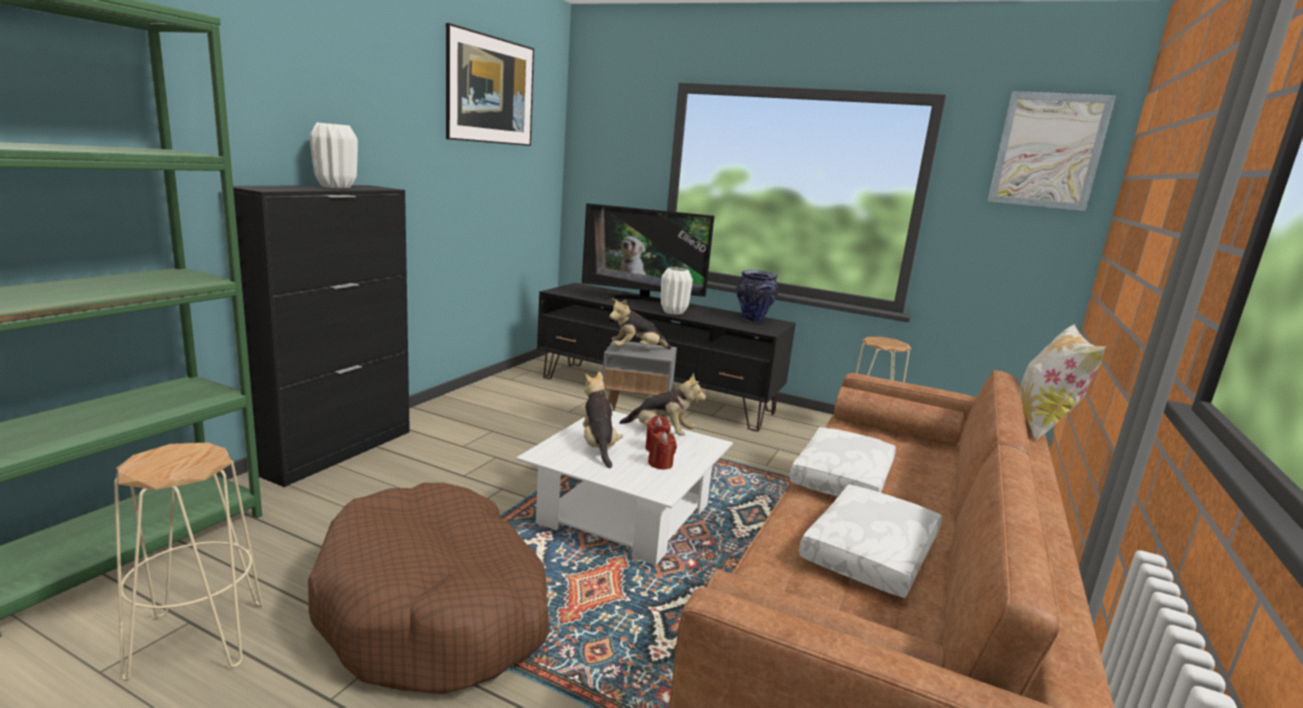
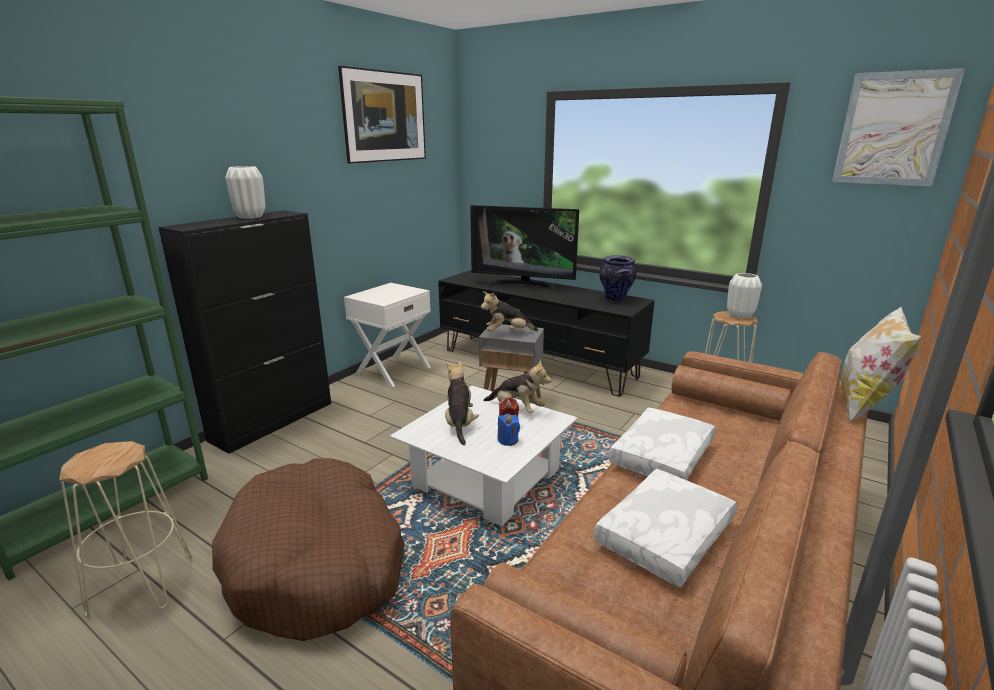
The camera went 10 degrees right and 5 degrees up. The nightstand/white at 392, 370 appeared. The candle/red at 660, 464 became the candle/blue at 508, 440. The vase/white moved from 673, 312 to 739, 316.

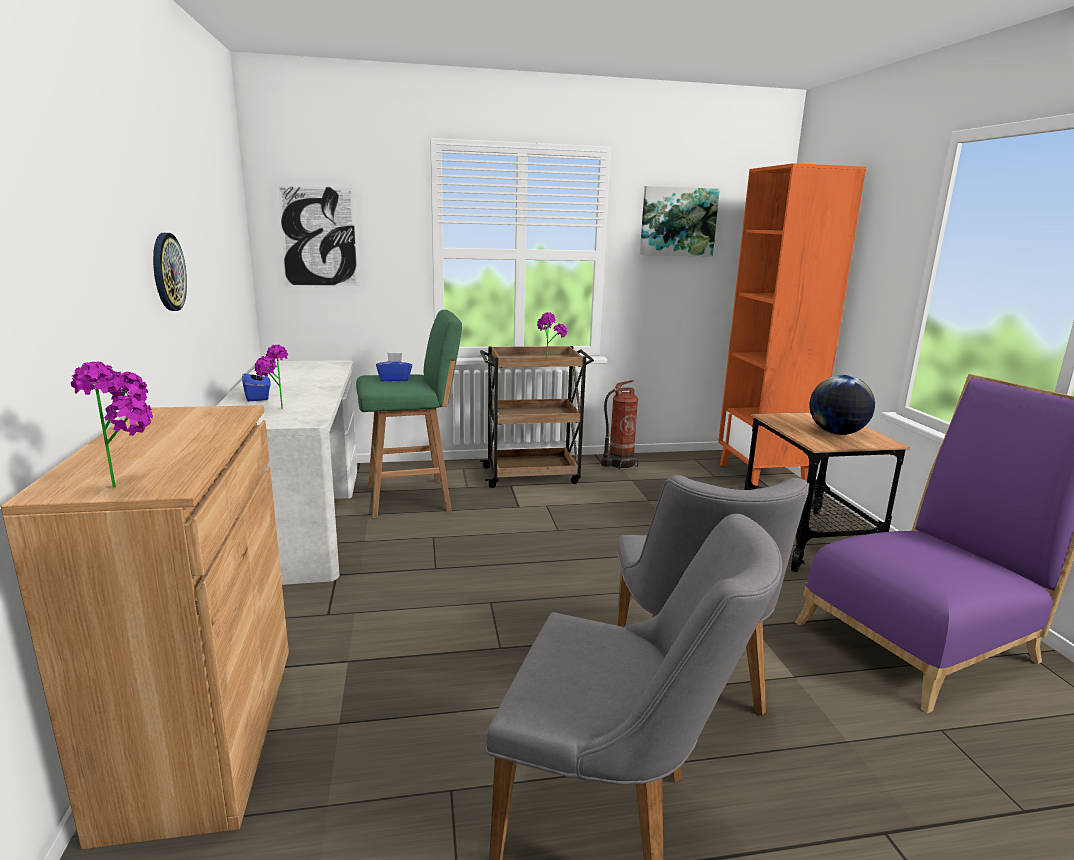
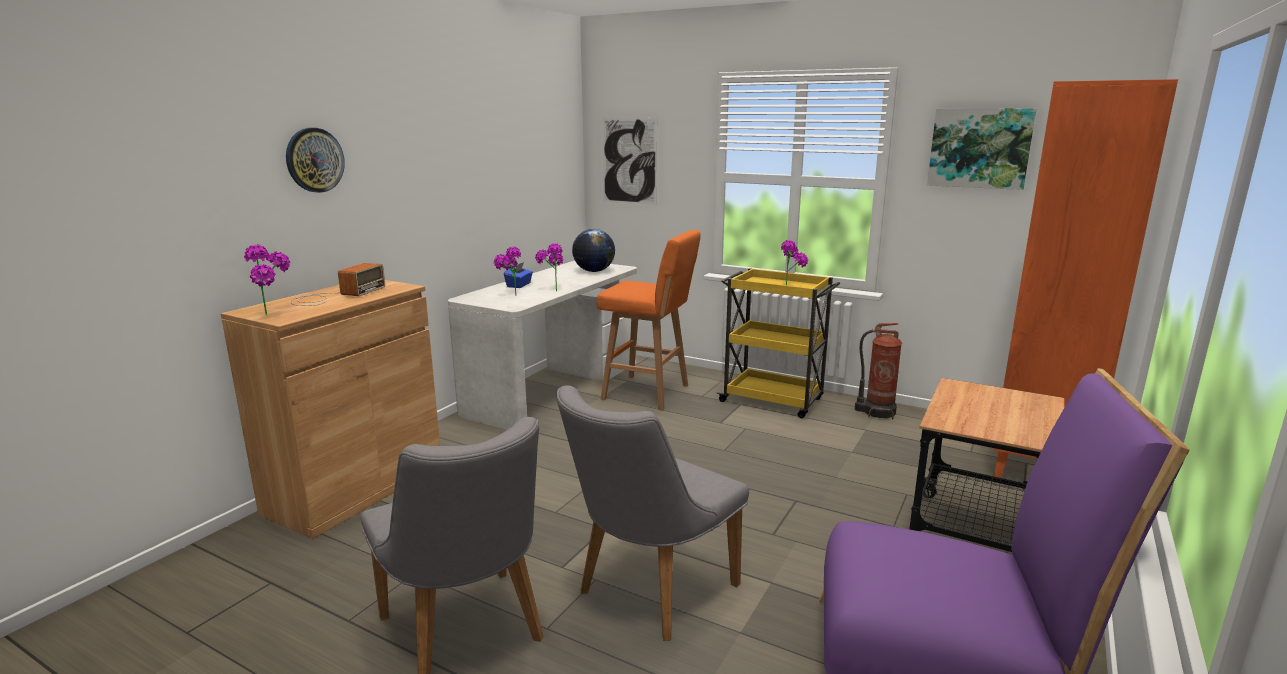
The camera went 40 degrees right and 0 degrees up. The wall clock moved from 167, 272 to 314, 160. The radio at 335, 296 appeared. The potted plant at 551, 290 appeared. The globe moved from 836, 433 to 594, 271. The stool/green at 412, 497 became the stool/orange at 648, 393. The cart/brown at 532, 475 became the cart/yellow at 773, 401. The tissue box/blue at 395, 379 disappeared.

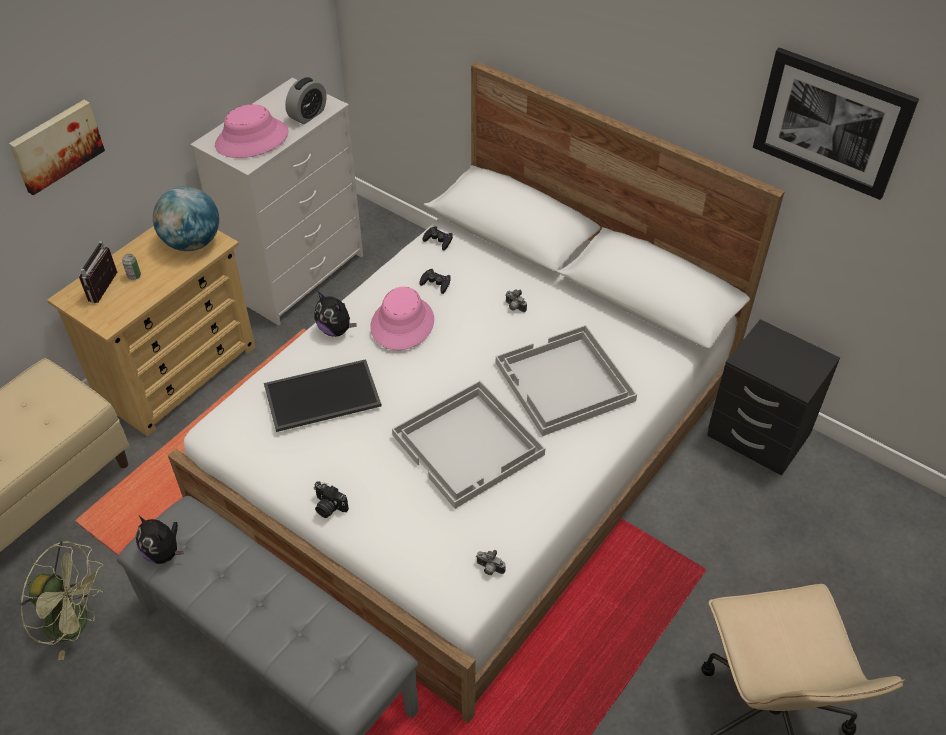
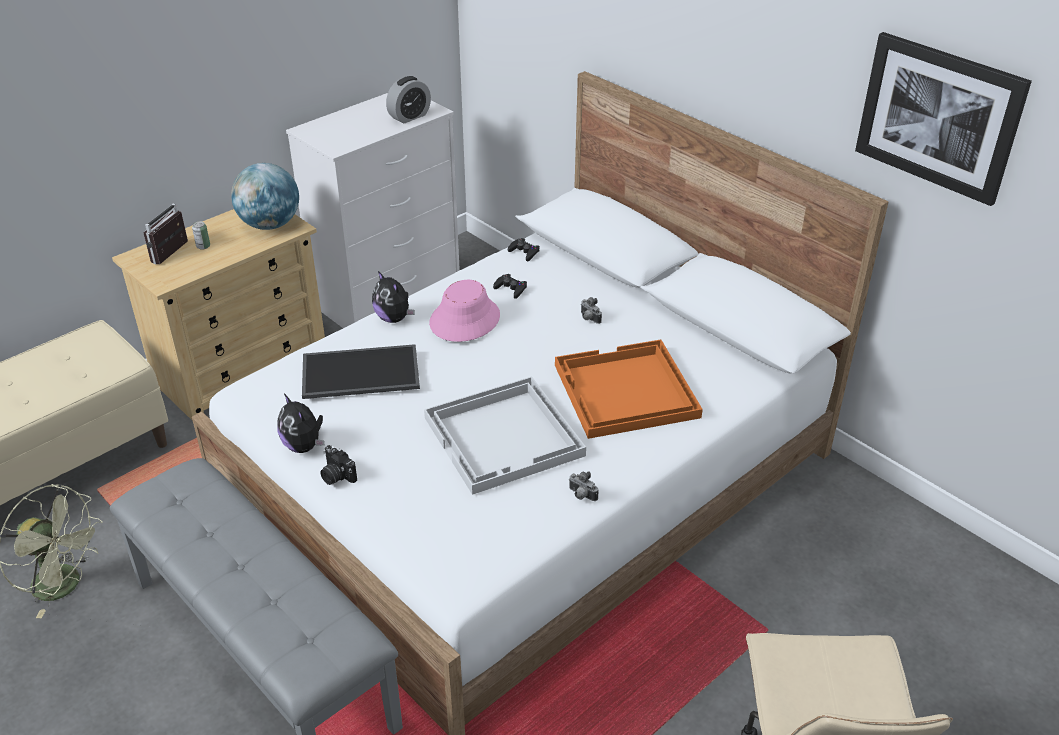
The camera went 10 degrees right and 10 degrees down. The plush toy moved from 164, 552 to 304, 446. The tray/white at 564, 382 became the tray/orange at 625, 392. The photo camera moved from 489, 569 to 581, 495. The picture at 56, 145 disappeared. The hat/pink at 252, 139 disappeared. The nightstand/black at 758, 435 disappeared.

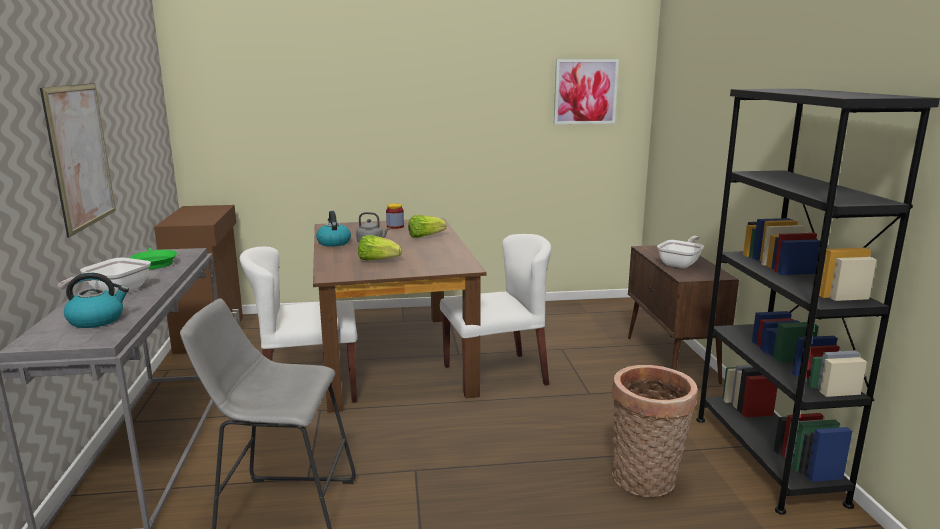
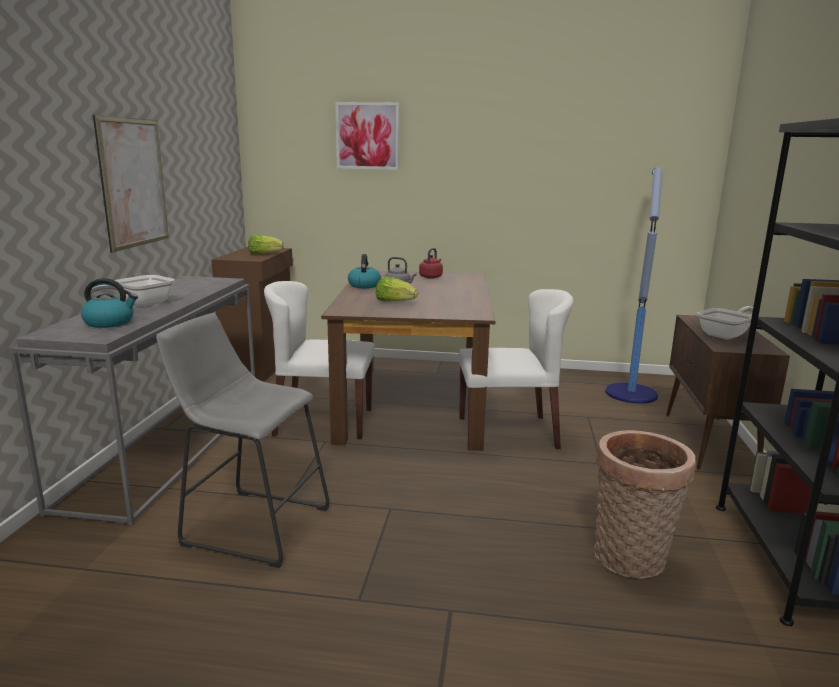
The camera went 15 degrees right and 0 degrees up. The lettuce moved from 425, 236 to 264, 254. The picture moved from 585, 91 to 367, 136. The jar at 395, 226 was replaced by the kettle/red at 431, 277. The floor lamp at 630, 392 appeared. The frying pan/green at 154, 263 disappeared.

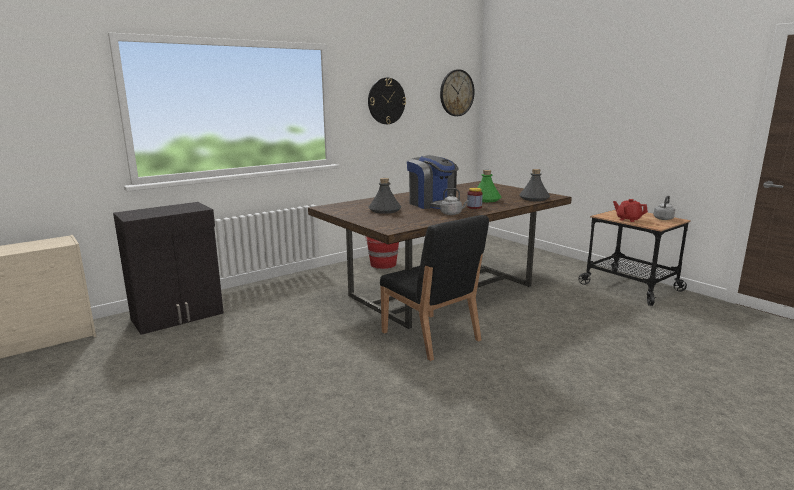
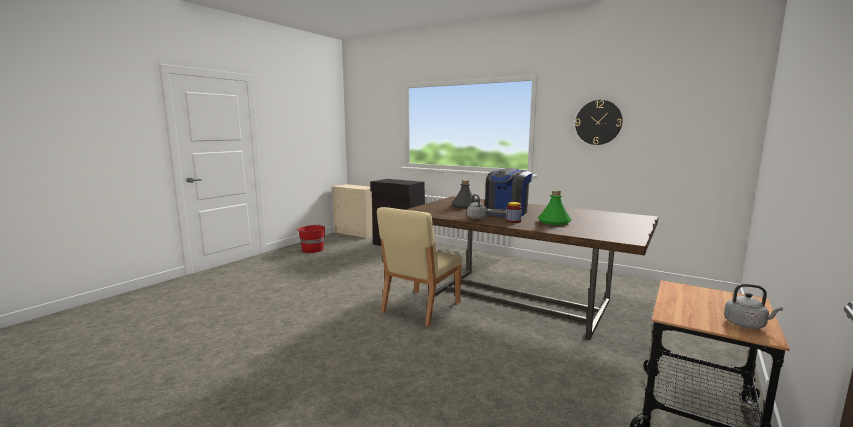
The camera went 70 degrees right and 5 degrees down. The bucket/red moved from 383, 264 to 312, 250. The chair/black at 431, 337 became the chair/beige at 420, 307. The wall clock at 456, 93 disappeared. The bottle/grey at 534, 198 disappeared. The teapot/red at 628, 219 disappeared.

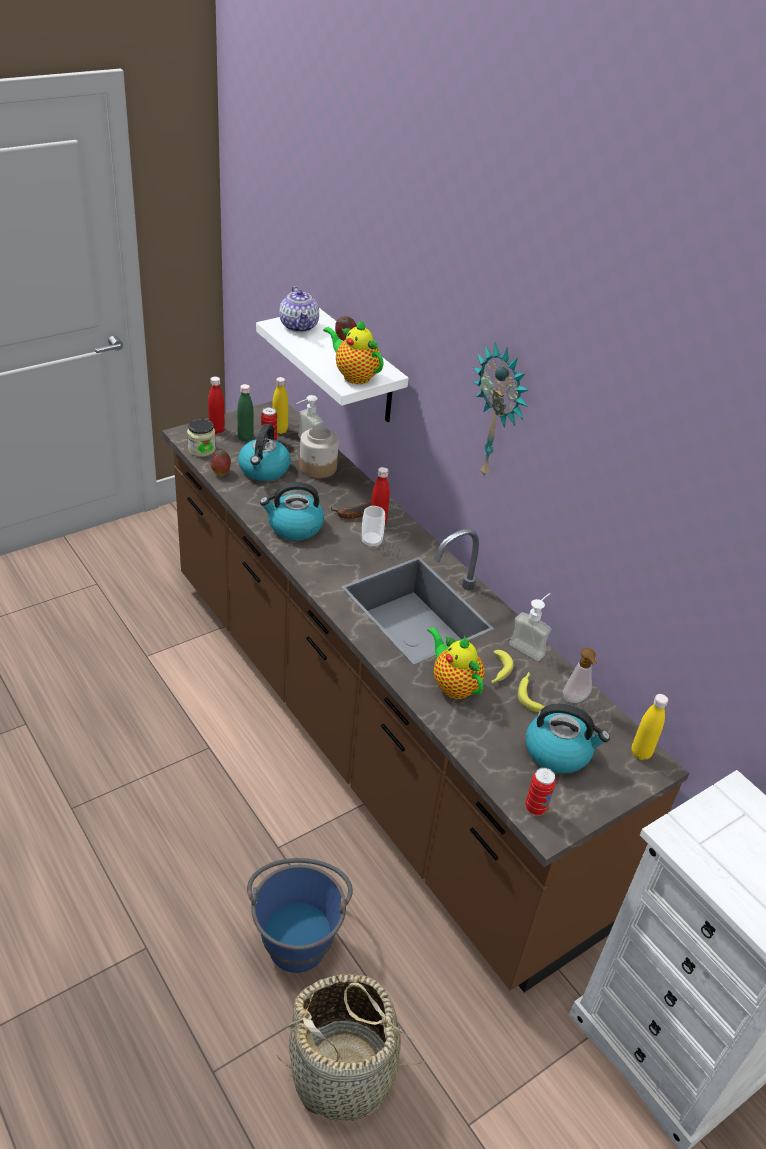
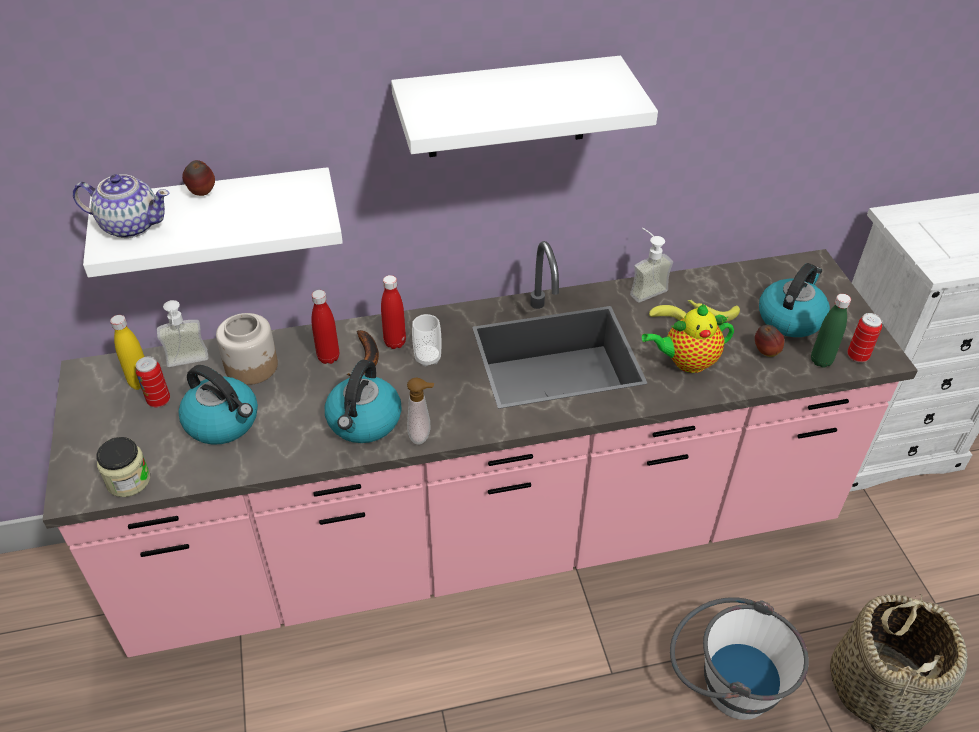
The camera went 65 degrees left and 5 degrees up. The counter/brown at 365, 736 became the counter/pink at 487, 541. The bottle/red moved from 216, 430 to 328, 357. The wall clock at 499, 414 was replaced by the shelf/white at 507, 107. The soap dispenser moved from 575, 700 to 422, 436. The bucket/blue at 297, 933 became the bucket/white at 724, 684. The apple moved from 221, 473 to 765, 352. The bottle/green moved from 245, 438 to 821, 361. The teapot at 354, 376 disappeared. The bottle/yellow at 640, 753 disappeared.

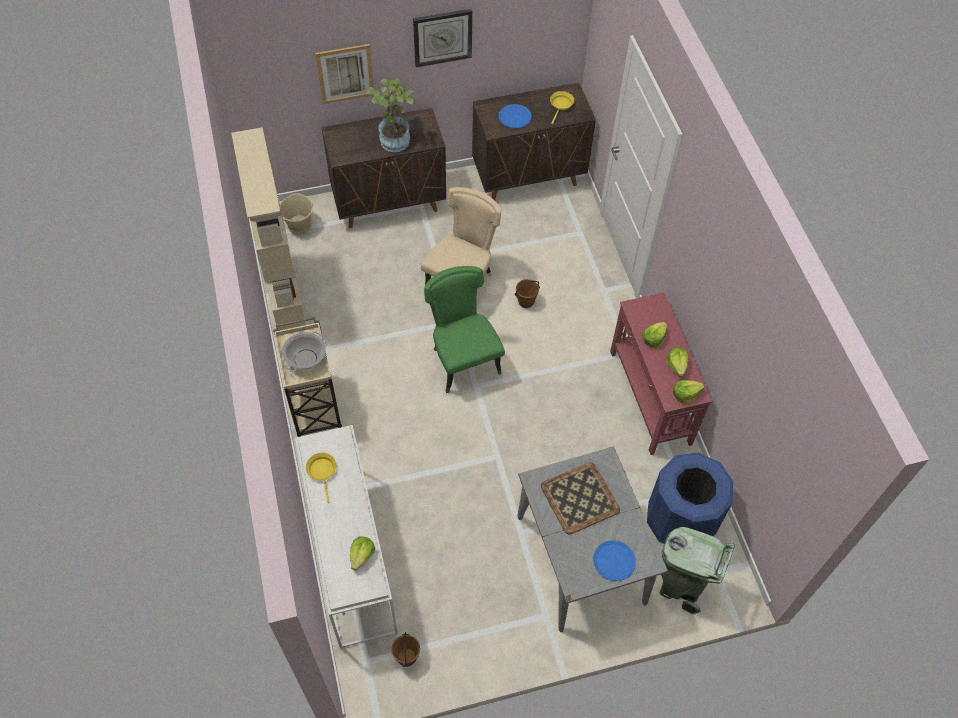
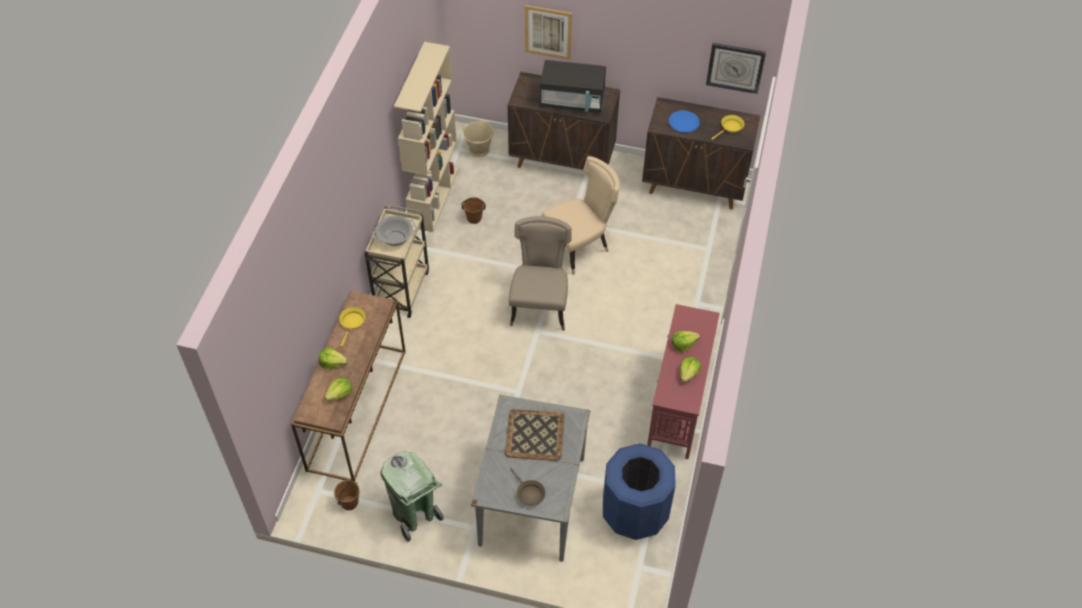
The camera went 30 degrees right and 5 degrees down. The console table/white at 349, 554 became the console table/brown at 356, 408. The lettuce moved from 685, 394 to 332, 363. The trash can/green moved from 681, 585 to 414, 515. The bucket/brown moved from 526, 301 to 474, 218. The chair/green at 463, 360 became the chair/beige at 540, 307. The plate/blue at 614, 561 was replaced by the frying pan/brown at 529, 493. The potted plant at 394, 137 was replaced by the microwave/black at 572, 101. The wall clock moved from 442, 37 to 735, 67.

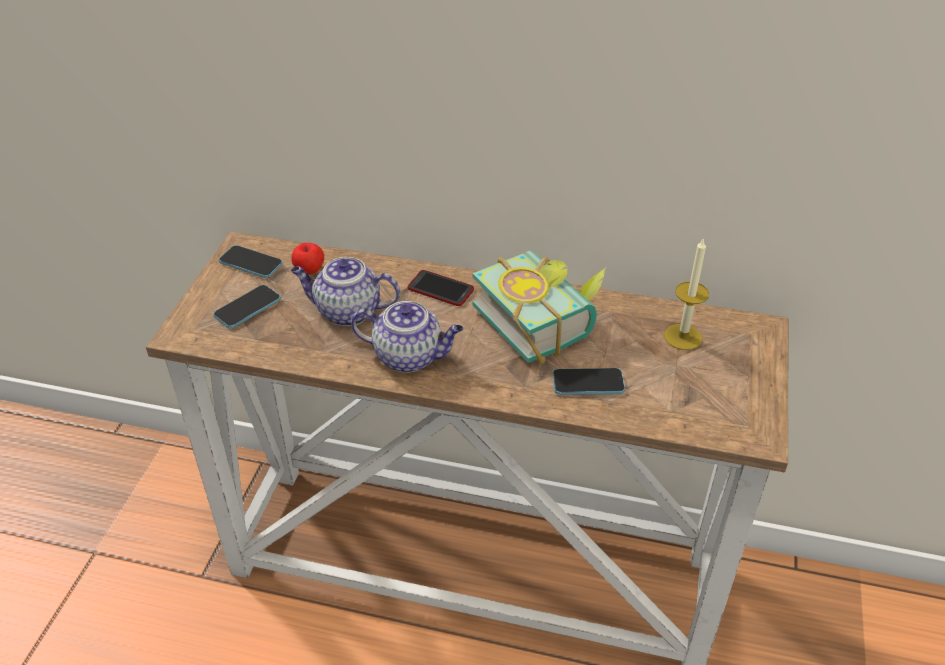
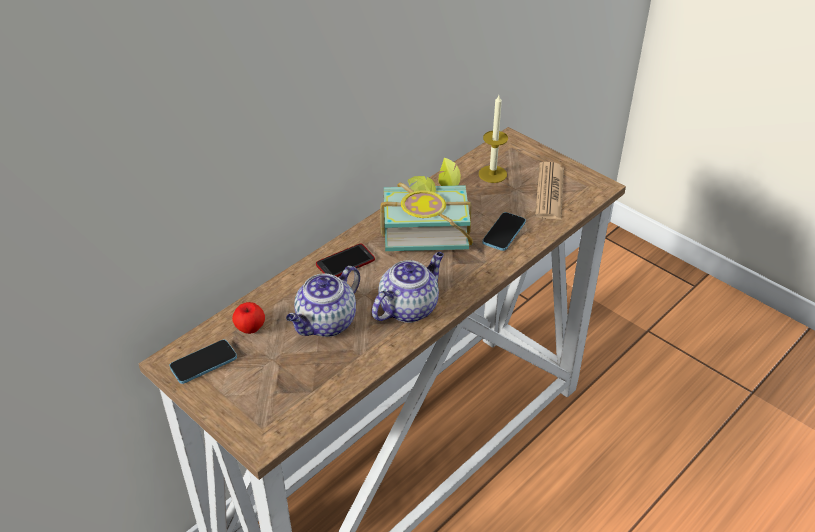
The camera went 60 degrees left and 0 degrees up. The newspaper at 549, 192 appeared. The phone at 247, 308 disappeared.

